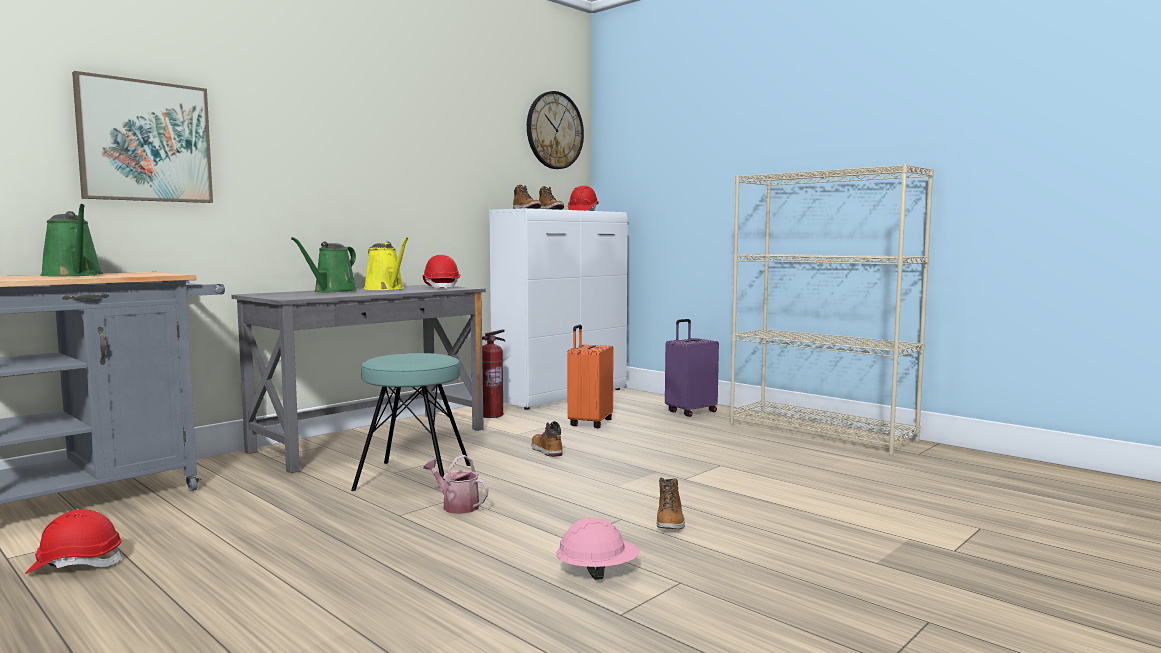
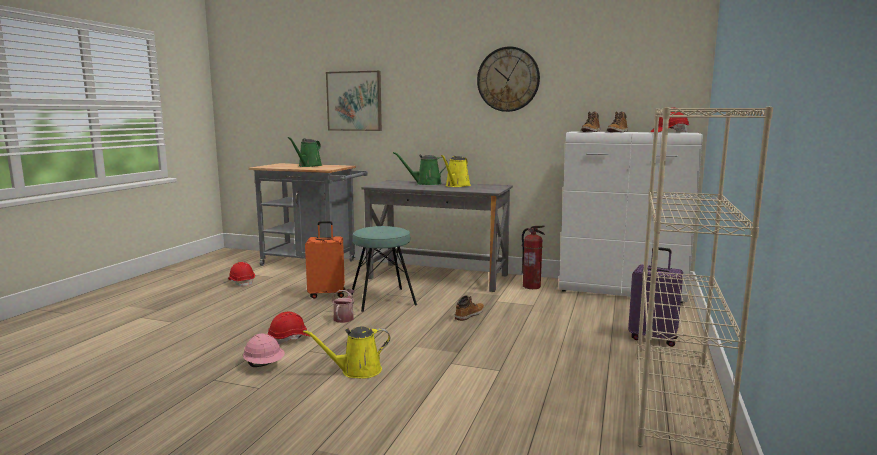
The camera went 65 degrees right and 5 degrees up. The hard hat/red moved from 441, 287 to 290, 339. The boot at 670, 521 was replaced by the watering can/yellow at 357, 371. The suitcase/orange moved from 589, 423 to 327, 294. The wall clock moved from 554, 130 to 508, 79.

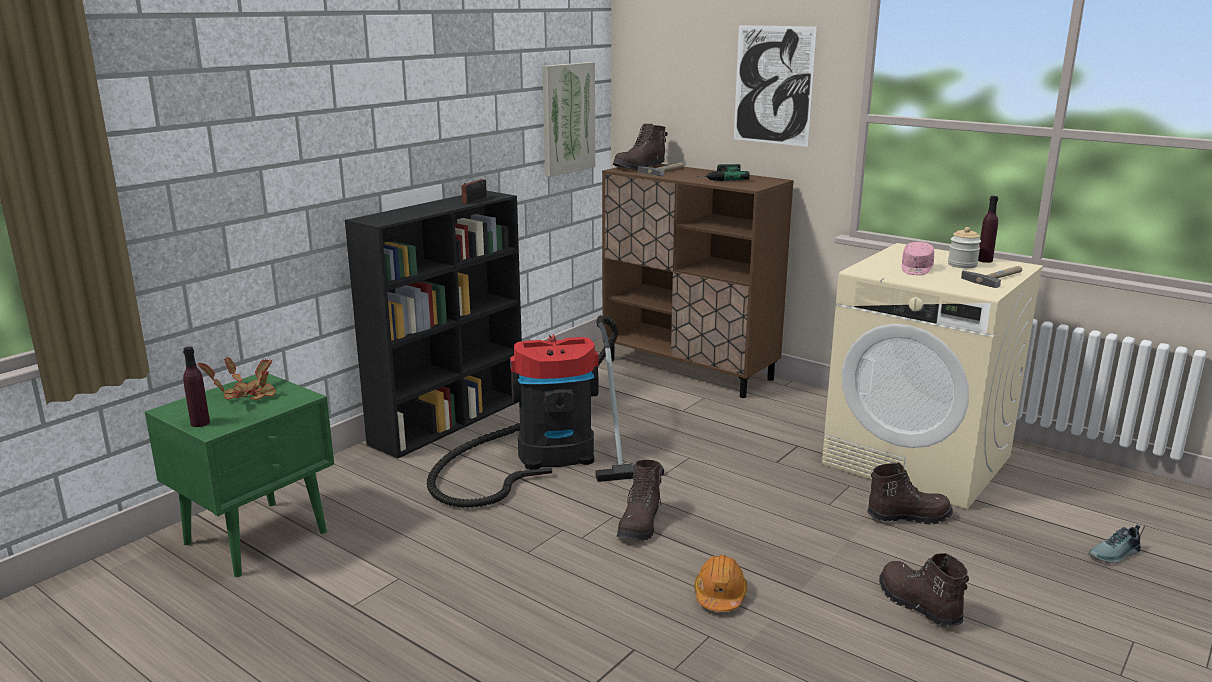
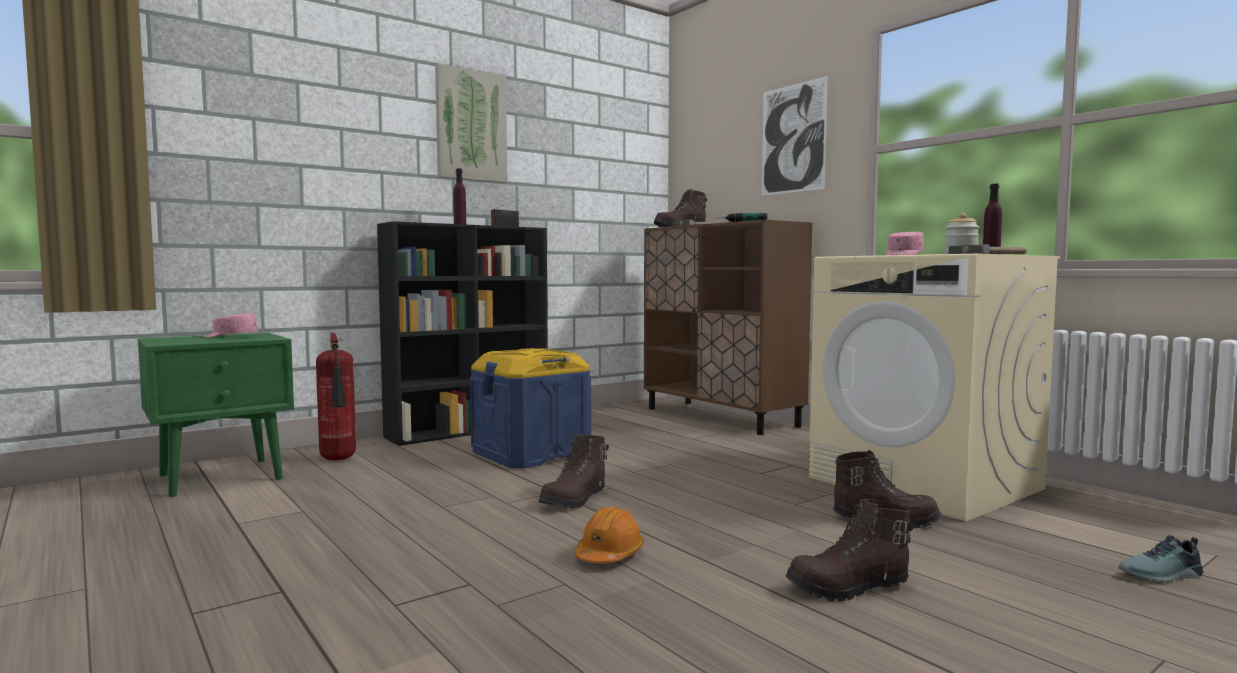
The camera went 15 degrees right and 15 degrees down. The potted plant at 247, 395 was replaced by the cap/pink at 231, 336. The fire extinguisher at 339, 460 appeared. The picture moved from 567, 118 to 471, 126. The bottle/purple moved from 200, 423 to 460, 224. The vacuum cleaner at 547, 456 was replaced by the storage box/blue at 531, 454. The boot/brown at 917, 605 turned 90 degrees counterclockwise.

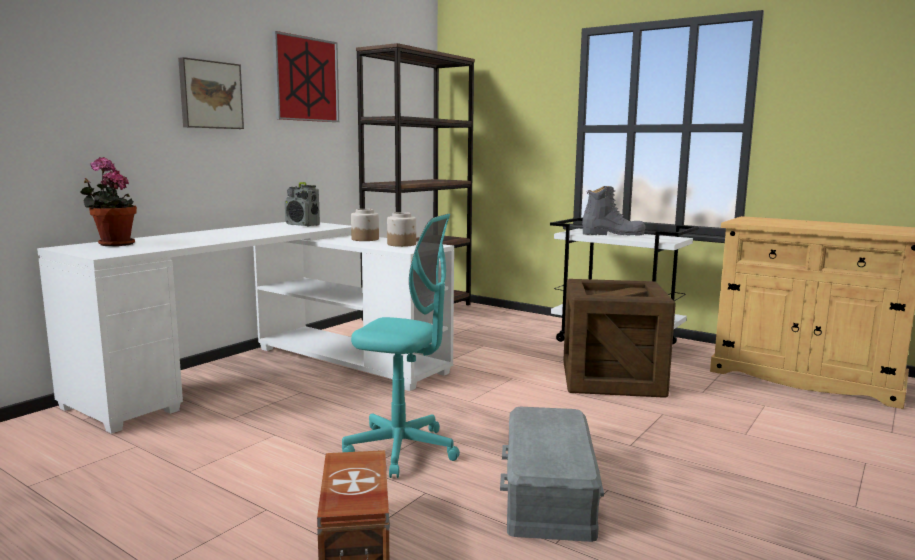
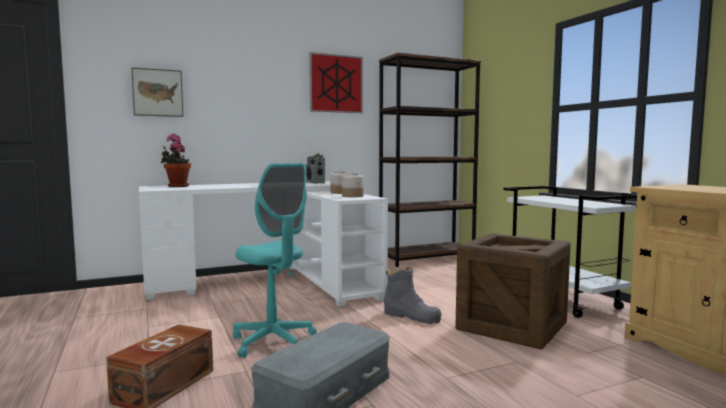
The camera went 30 degrees right and 5 degrees down. The picture moved from 210, 95 to 157, 93. The boot/grey moved from 613, 234 to 412, 317.

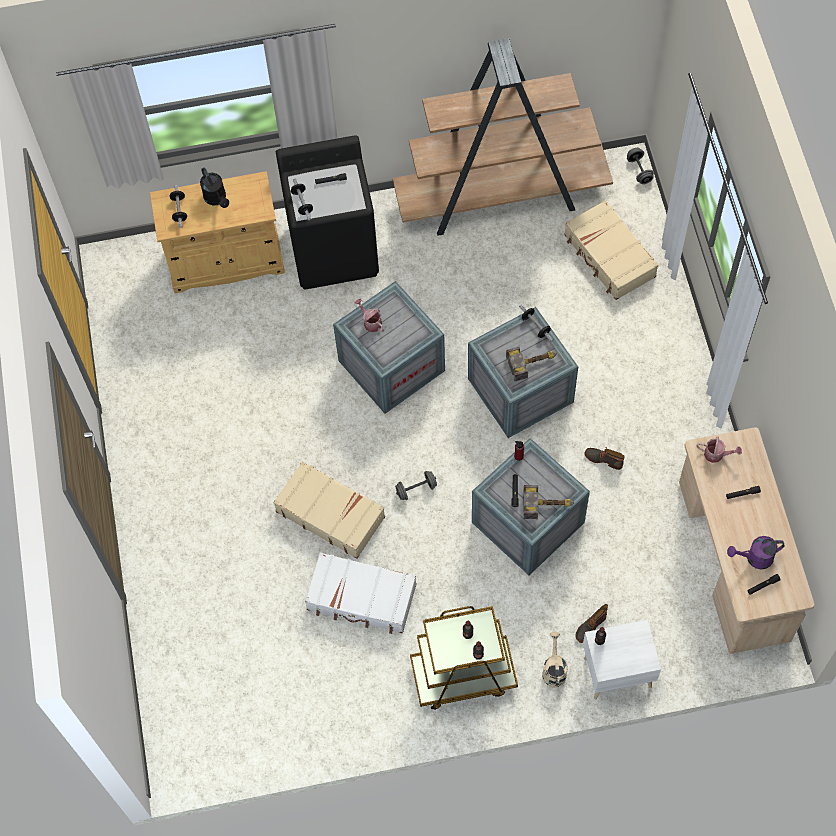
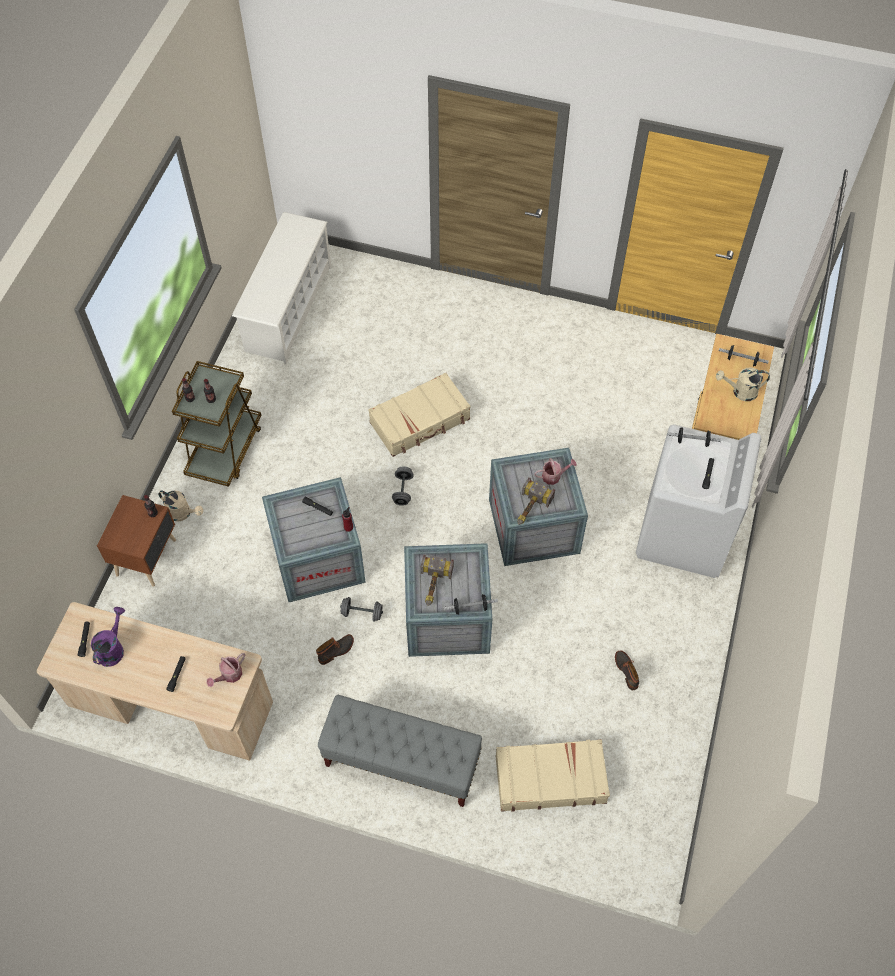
The camera went 115 degrees right and 5 degrees down. The nightstand/white at 616, 671 became the nightstand/brown at 148, 557. The shoe rack/white at 288, 308 appeared. The bench/grey at 401, 762 appeared. The dumbbell/grey moved from 639, 171 to 362, 613. The hammer moved from 548, 505 to 529, 509. The boot moved from 590, 626 to 627, 671. The washing machine/black at 334, 250 became the washing machine/white at 683, 535. The watering can/black at 217, 199 became the watering can/beige at 740, 392. The suitcase/white at 361, 598 disappeared. The bookcase/brown at 502, 196 disappeared.

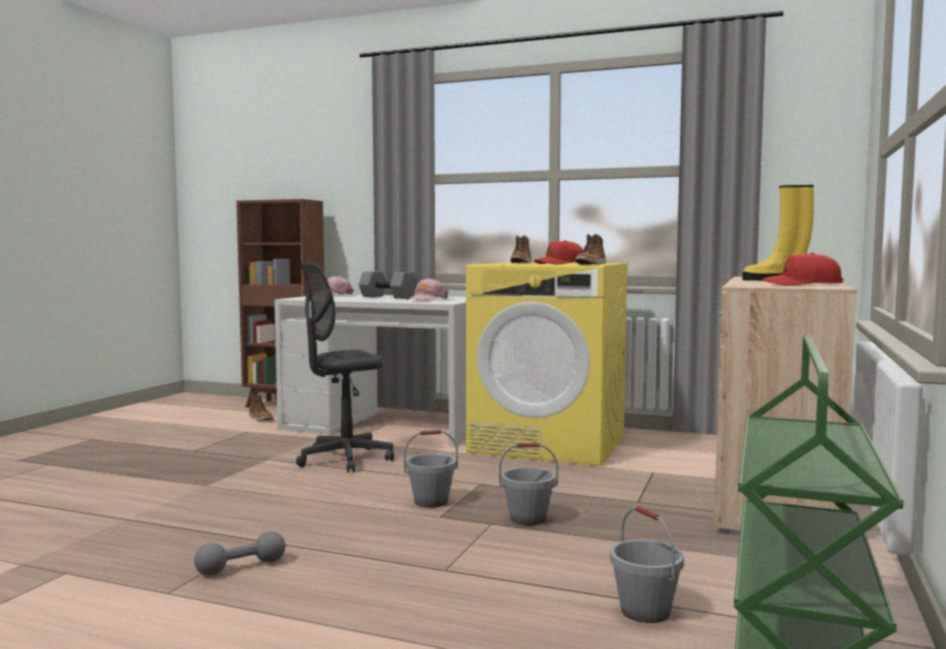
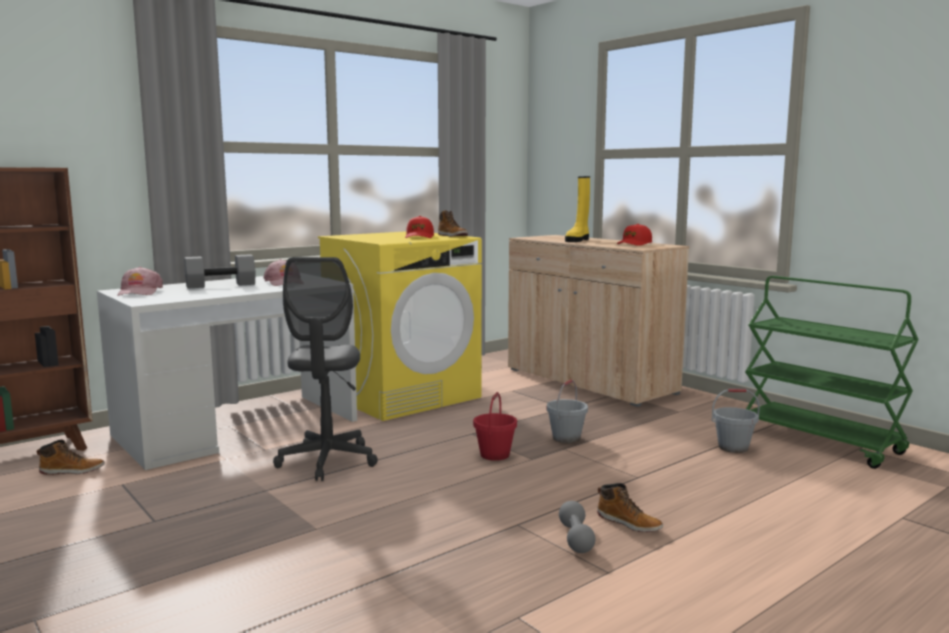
The camera went 60 degrees left and 5 degrees up. The bucket/grey at 431, 502 became the bucket/red at 495, 455. The boot moved from 521, 263 to 629, 523.

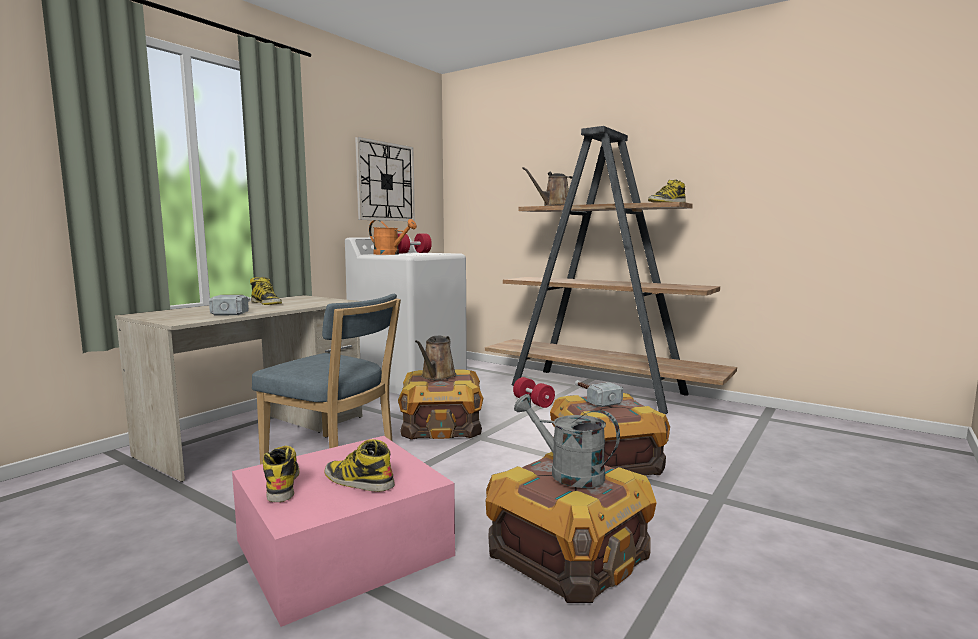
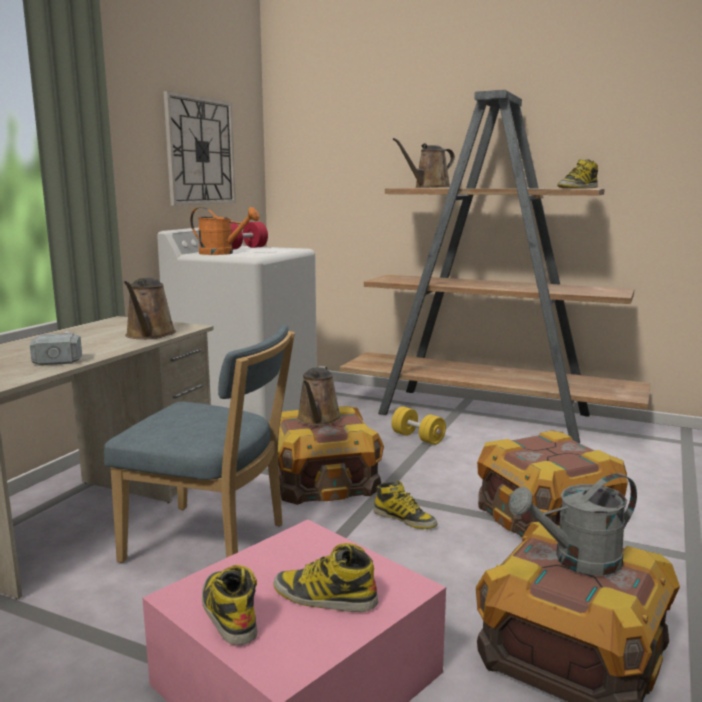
The camera went 10 degrees left and 5 degrees up. The watering can/brown at 149, 335 appeared. The boot moved from 266, 303 to 405, 519. The dumbbell/red at 533, 402 became the dumbbell/yellow at 418, 438. The watering can/grey at 567, 473 turned 45 degrees counterclockwise. The hammer at 593, 398 disappeared.

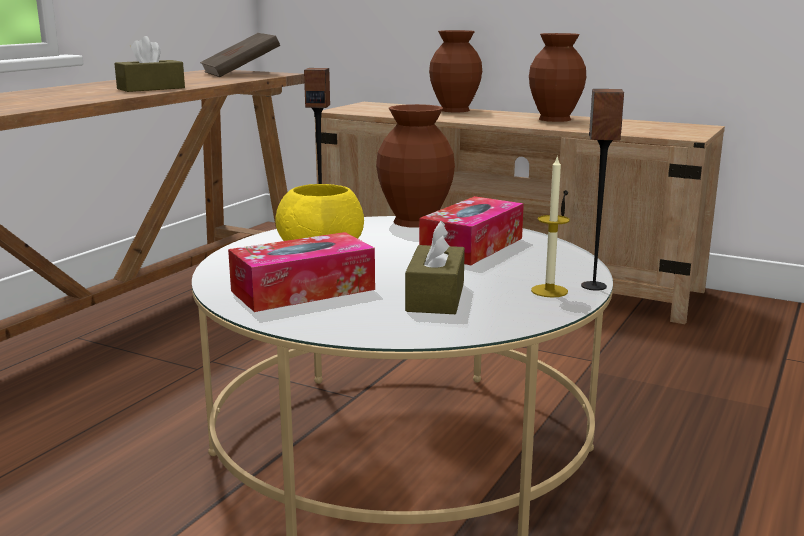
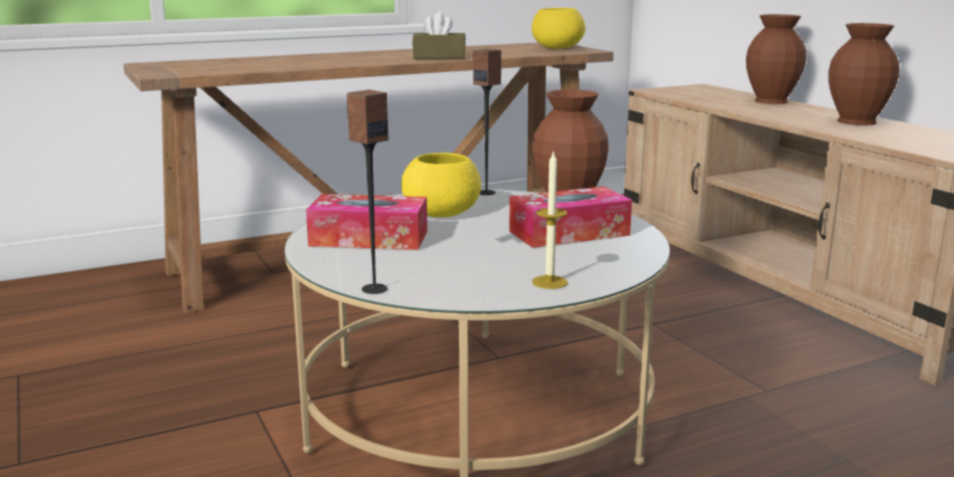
The camera went 35 degrees right and 0 degrees up. The speaker moved from 593, 286 to 374, 289. The book/brown at 241, 73 was replaced by the bowl/yellow at 556, 48. The tissue box/brown at 435, 297 disappeared.

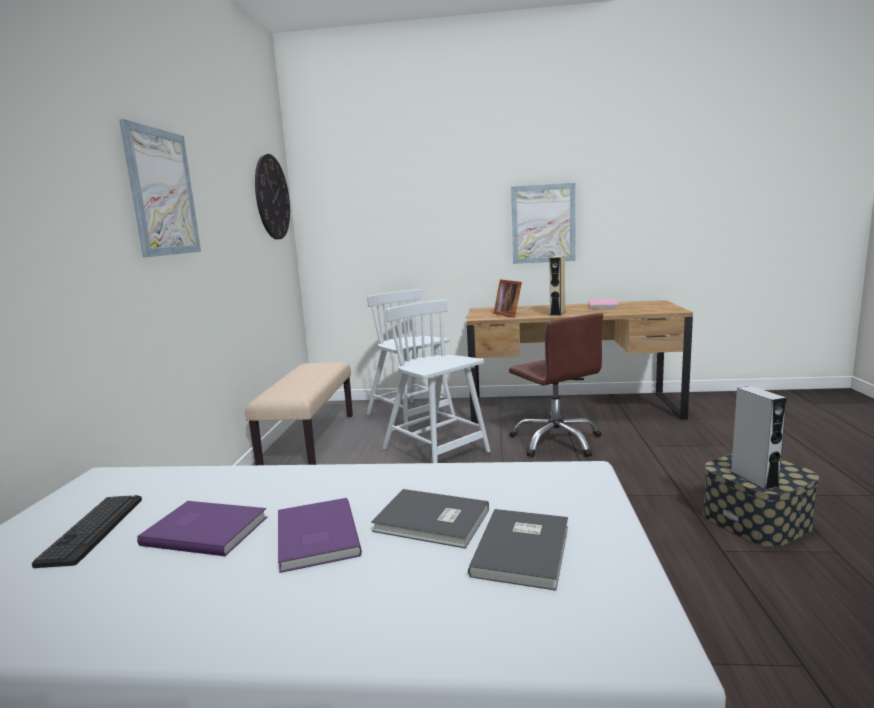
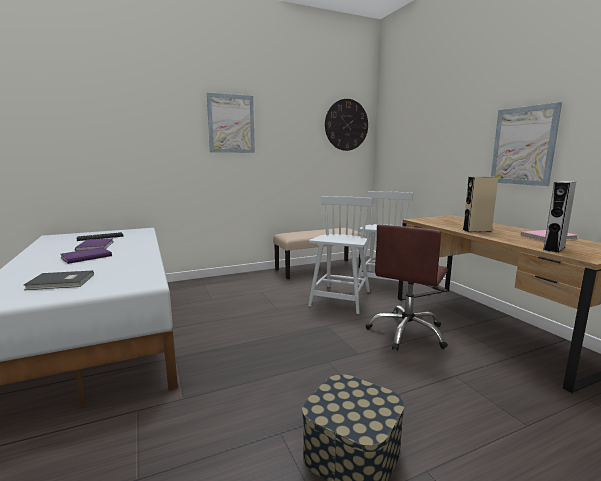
The camera went 60 degrees right and 0 degrees up. The speaker/grey moved from 754, 479 to 554, 248. The book/grey at 432, 522 disappeared. The picture frame at 509, 315 disappeared.

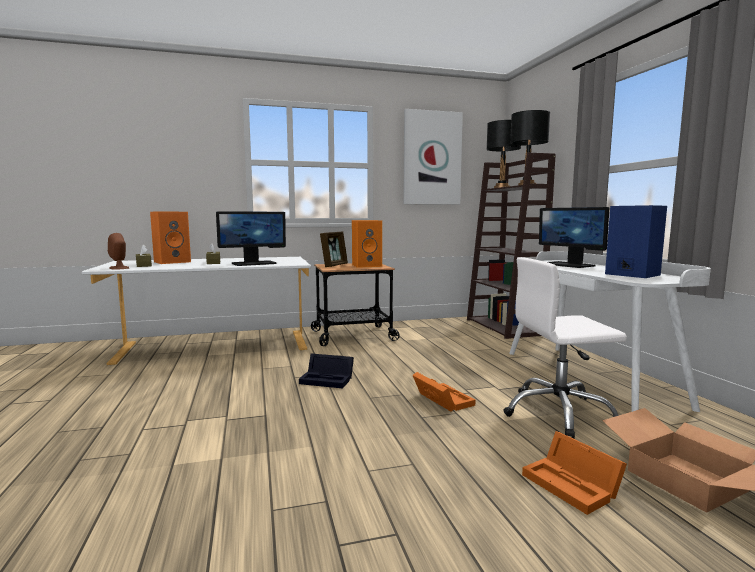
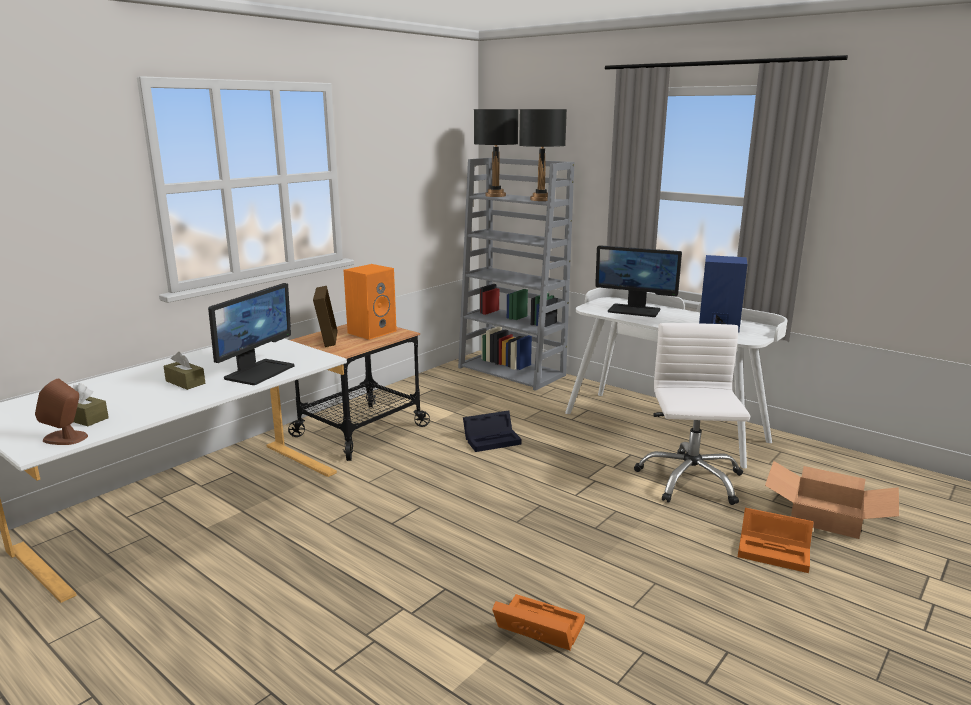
The camera went 35 degrees left and 10 degrees up. The bookcase/brown at 504, 327 became the bookcase/grey at 512, 371. The storage box/black moved from 328, 379 to 493, 439. The storage box/orange moved from 441, 400 to 536, 629. The office chair/white at 559, 413 turned 135 degrees clockwise. The speaker/orange at 173, 262 disappeared. The picture at 432, 158 disappeared.

